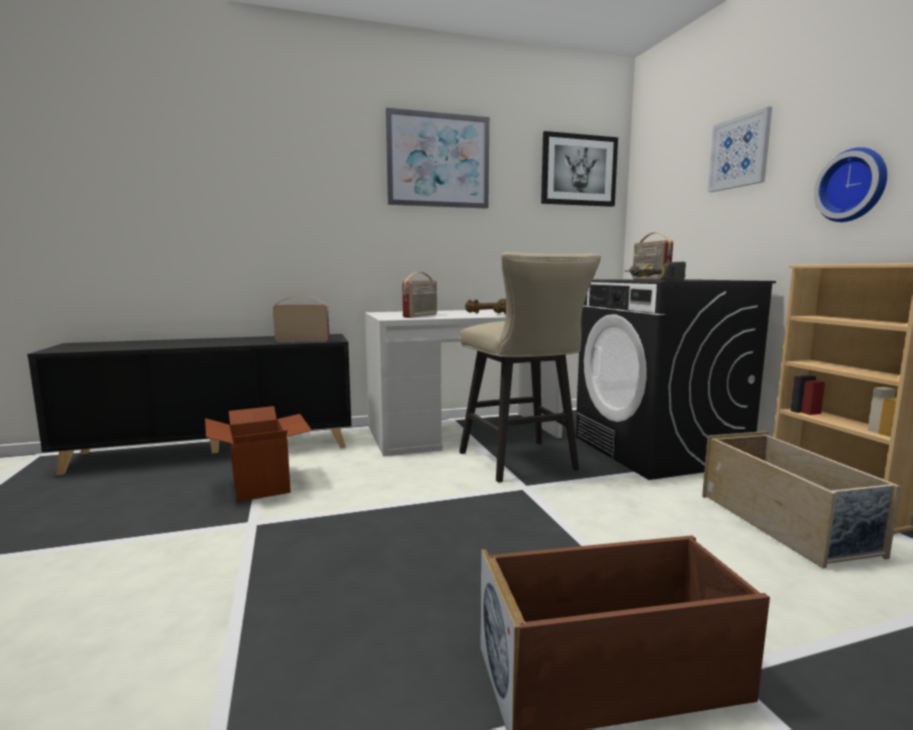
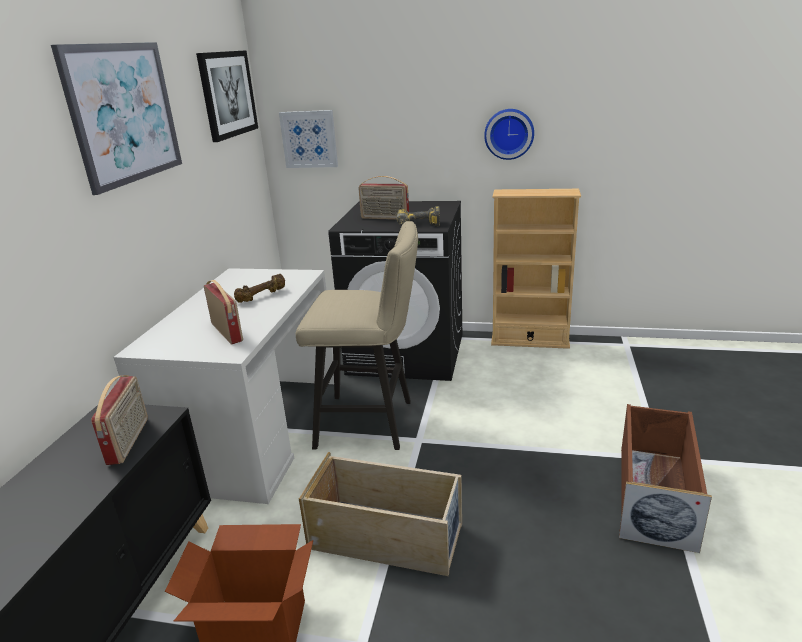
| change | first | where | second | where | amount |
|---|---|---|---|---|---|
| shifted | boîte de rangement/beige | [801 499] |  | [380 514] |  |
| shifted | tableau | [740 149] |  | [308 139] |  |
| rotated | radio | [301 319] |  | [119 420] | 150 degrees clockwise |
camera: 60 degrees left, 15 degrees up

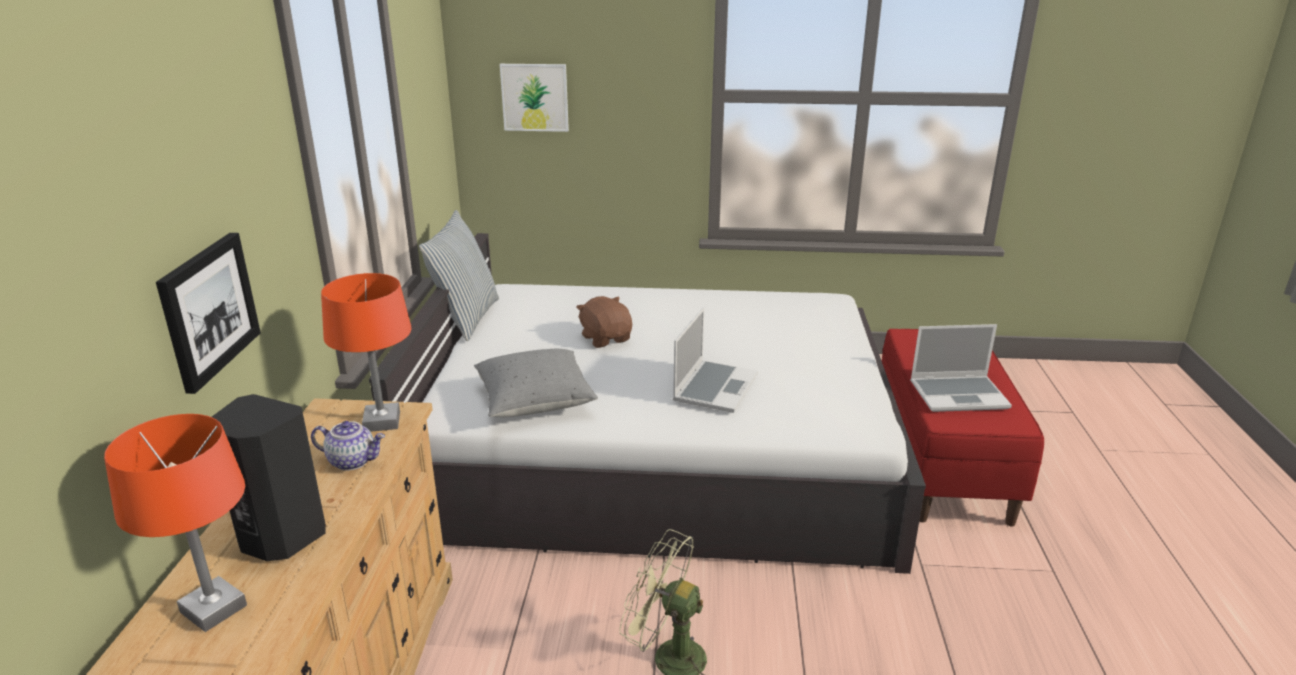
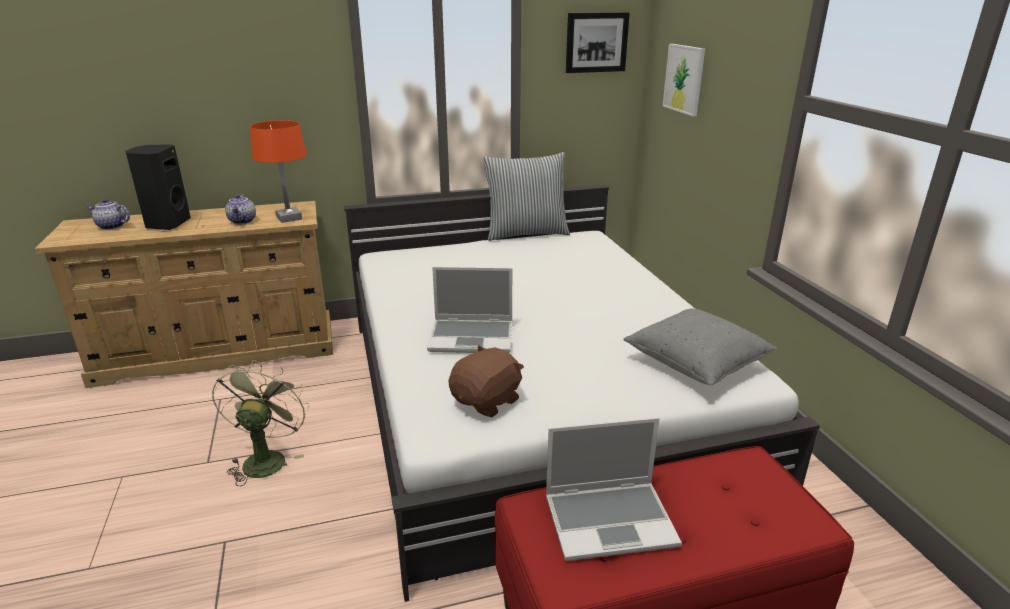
| change | first | where | second | where | amount |
|---|---|---|---|---|---|
| shifted | tableau | [208 313] |  | [598 42] |  |
| shifted | coussin/gris | [536 383] |  | [700 346] |  |
| shifted | peluche/marron | [604 322] |  | [486 381] |  |
| swapped | lampe de table/orange | [175 523] | théière | [107 214] |  |
| rotated | ordinateur portable | [961 368] |  | [614 489] | 75 degrees counterclockwise |
camera: 70 degrees right, 0 degrees up

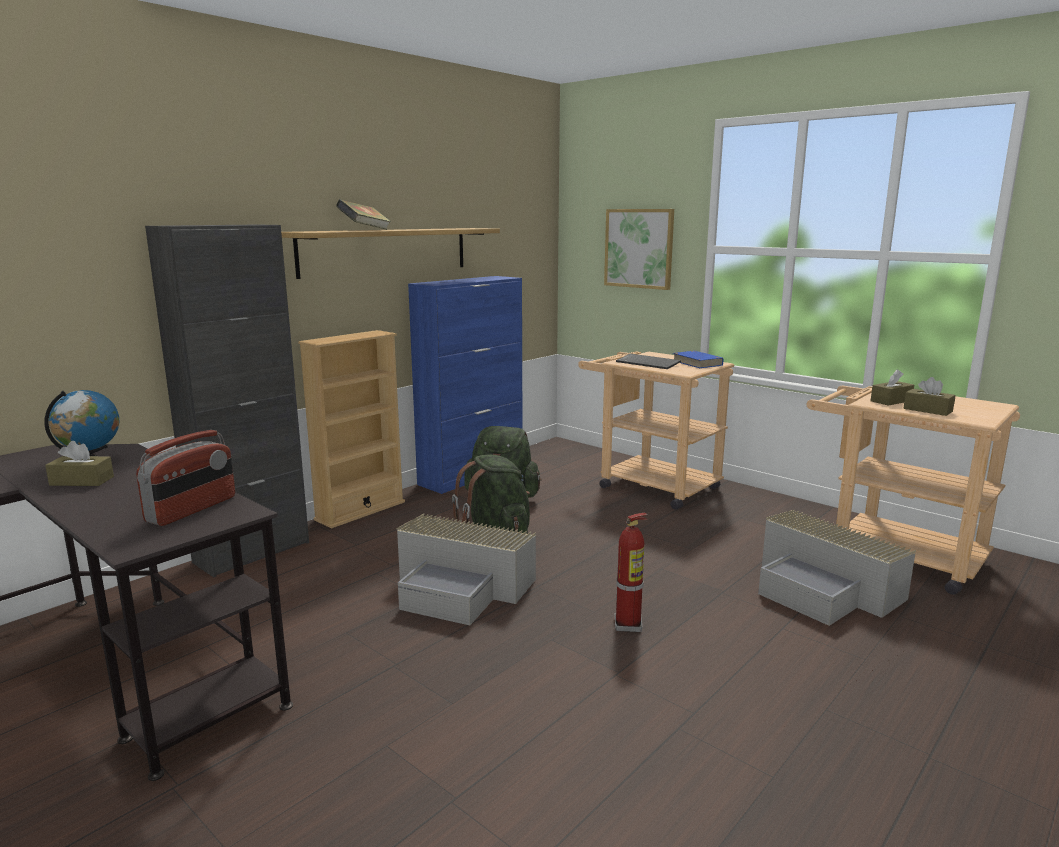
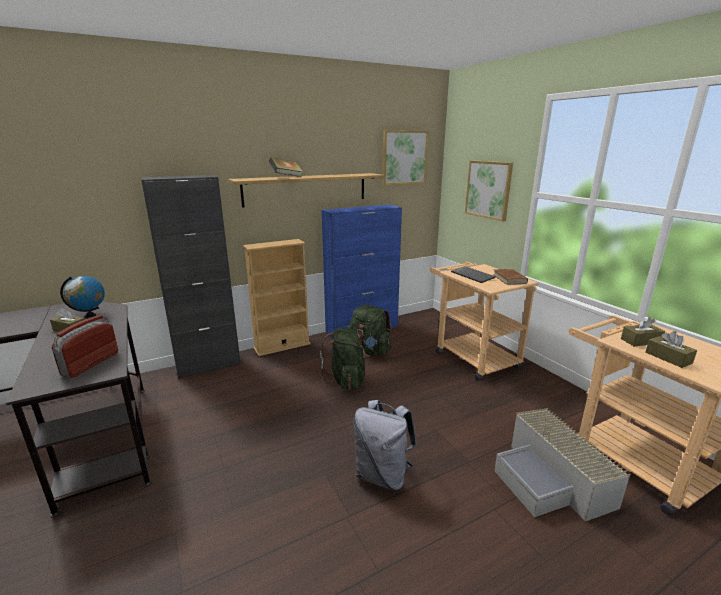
| change | first | where | second | where | amount |
|---|---|---|---|---|---|
| gone | boîte de rangement/gris | [466 569] |  |  |  |
| new |  |  | tableau | [405 157] |  |
| swapped | extincteur | [631 572] | sac à dos/gris | [384 445] |  |
| repainted | livre/bleu | [698 359] | livre/marron | [511 277] |  |
| rotated | radio | [185 478] |  | [85 346] | 150 degrees clockwise |
camera: 20 degrees right, 5 degrees up

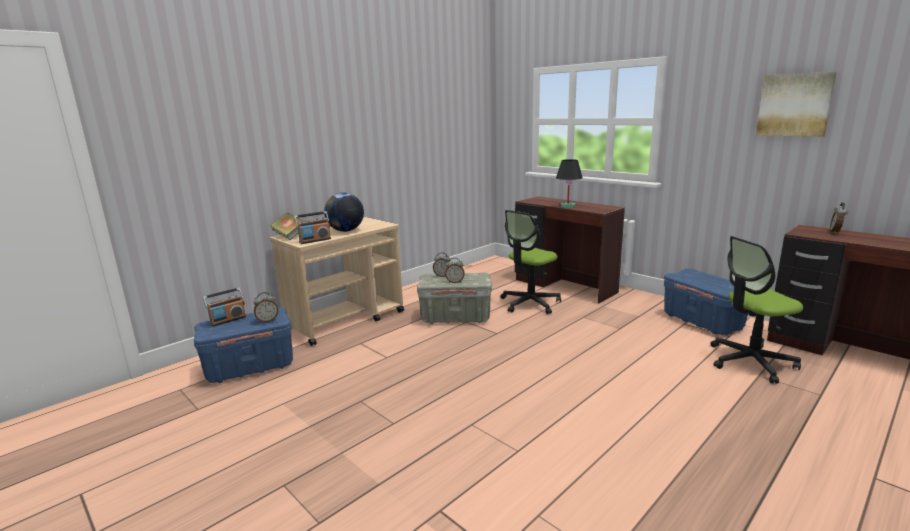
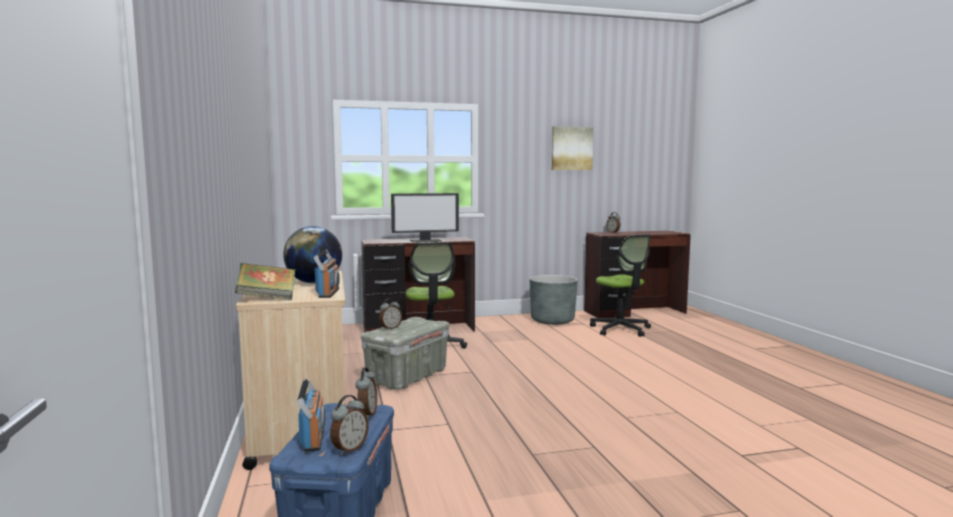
| change | first | where | second | where | amount |
|---|---|---|---|---|---|
| shifted | réveil | [455 270] |  | [349 425] |  |
| swapped | lampe de table/noir | [569 183] | écran d'ordinateur | [425 217] |  |
| swapped | boîte de rangement/bleu | [706 301] | cache-pot/gris | [554 300] |  |
| rotated | chaise de bureau | [756 310] |  | [620 286] | 45 degrees counterclockwise |
camera: 60 degrees left, 10 degrees down

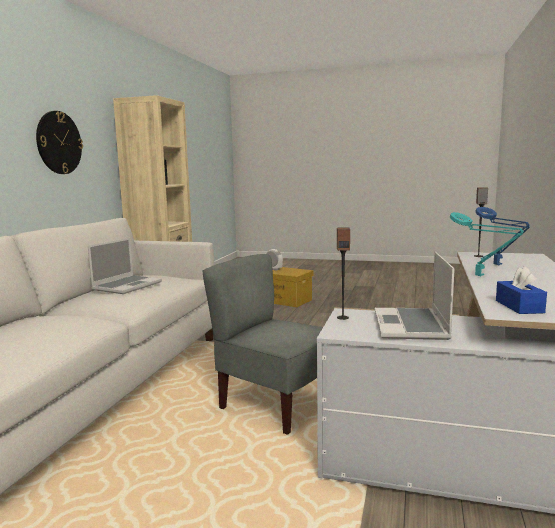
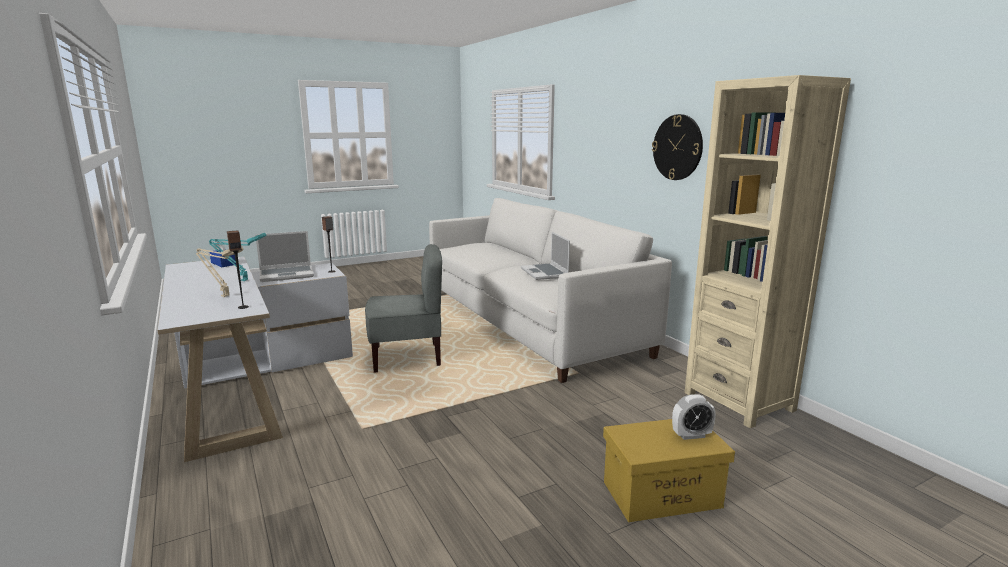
| change | first | where | second | where | amount |
|---|---|---|---|---|---|
| repainted | lampe de table/bleu | [502 236] | lampe de table/beige | [220 271] |  |
| rotated | ordinateur portable | [415 296] |  | [284 256] | 105 degrees clockwise |
camera: 135 degrees right, 5 degrees up

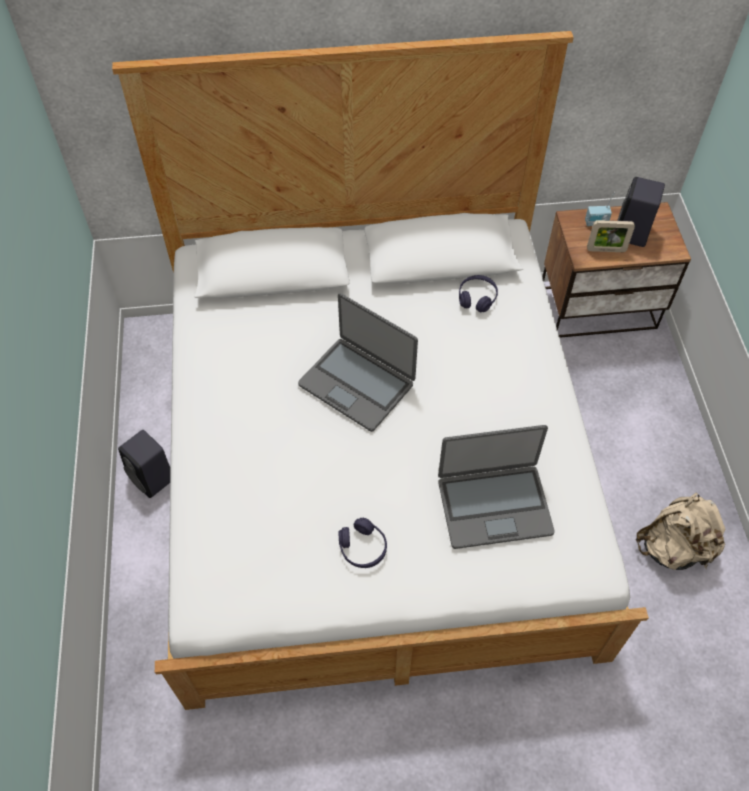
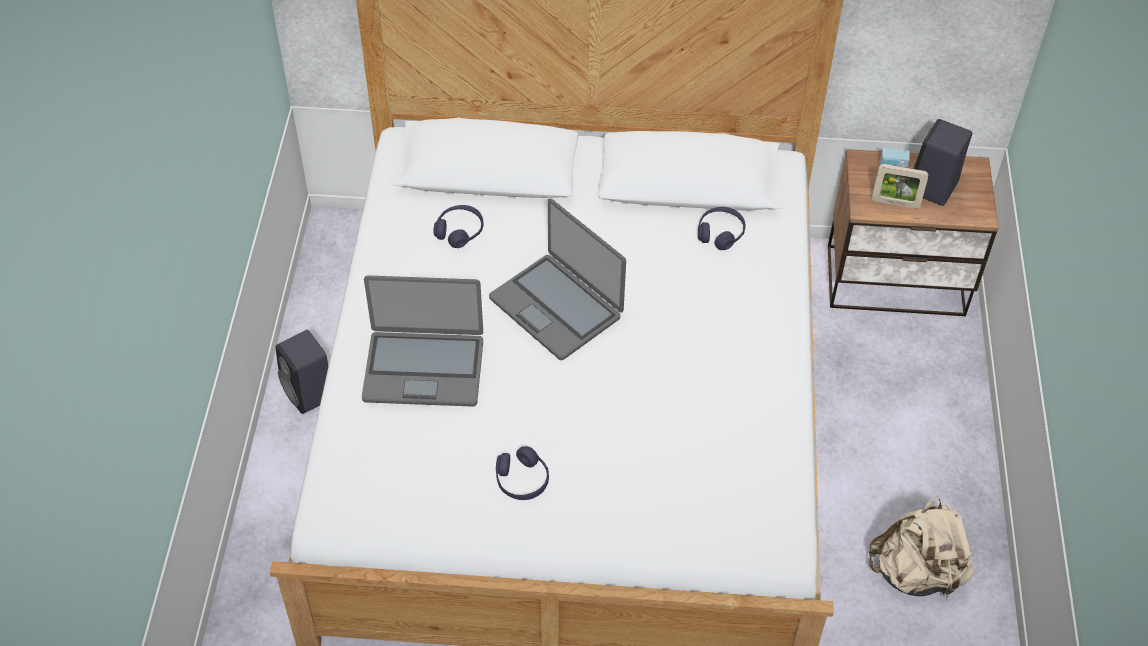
| change | first | where | second | where | amount |
|---|---|---|---|---|---|
| new |  |  | casque audio/violet | [458 226] |  |
| shifted | ordinateur portable | [496 487] |  | [422 341] |  |
camera: 10 degrees right, 5 degrees down

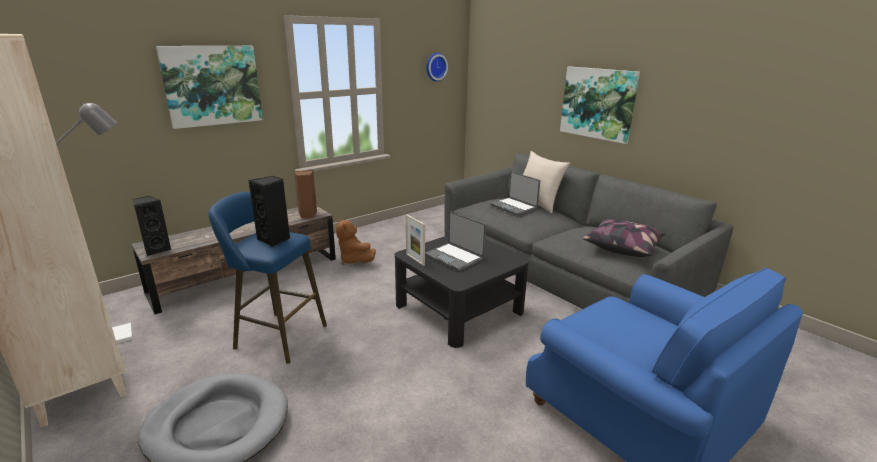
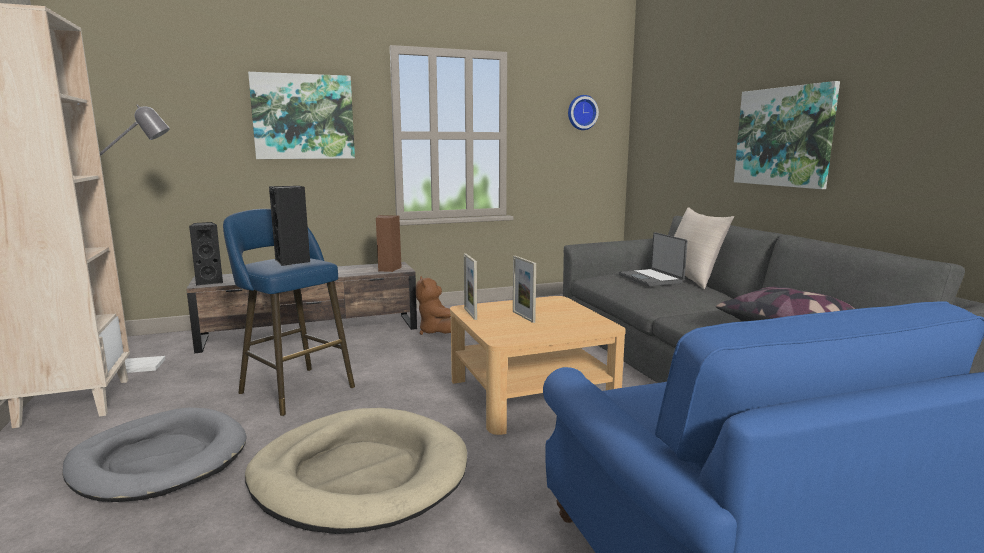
| change | first | where | second | where | amount |
|---|---|---|---|---|---|
| new |  |  | panier pour chien/beige | [356 471] |  |
| swapped | ordinateur portable | [455 241] | cadre photo | [524 289] |  |
| repainted | table basse/noir | [462 291] | table basse/beige | [538 365] |  |
camera: 20 degrees right, 10 degrees down

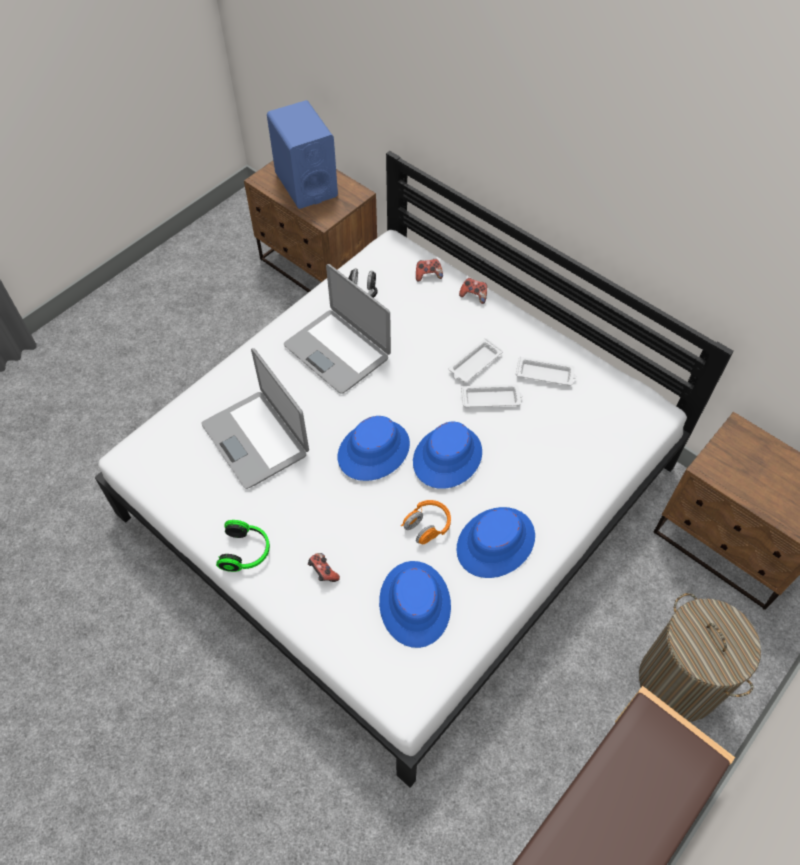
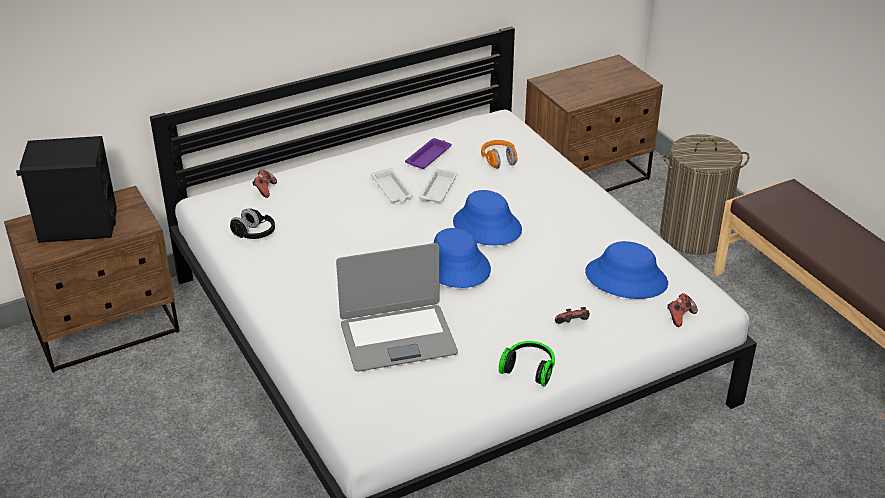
| change | first | where | second | where | amount |
|---|---|---|---|---|---|
| gone | ordinateur portable | [337 329] |  |  |  |
| gone | chapeau/bleu | [495 542] |  |  |  |
| shifted | casque audio/orange | [426 522] |  | [499 154] |  |
| shifted | manette | [473 291] |  | [682 310] |  |
| repainted | enceinte/bleu | [302 154] | enceinte/noir | [66 189] |  |
| repainted | plateau/blanc | [546 371] | plateau/violet | [428 153] |  |
camera: 70 degrees left, 20 degrees down

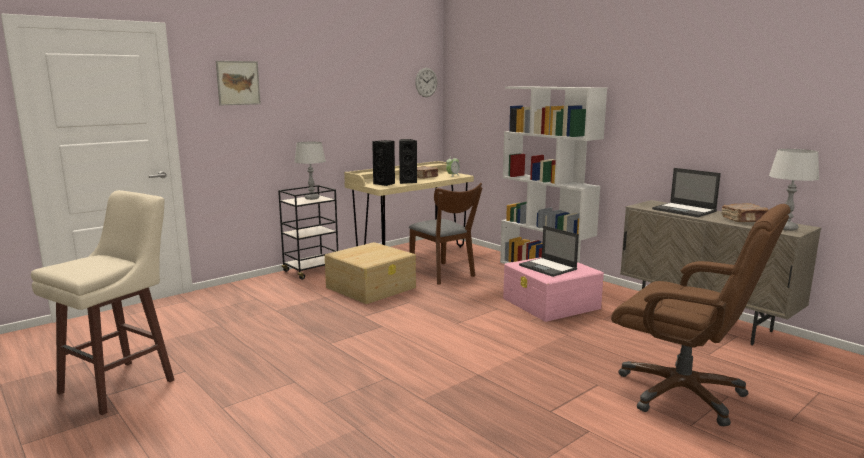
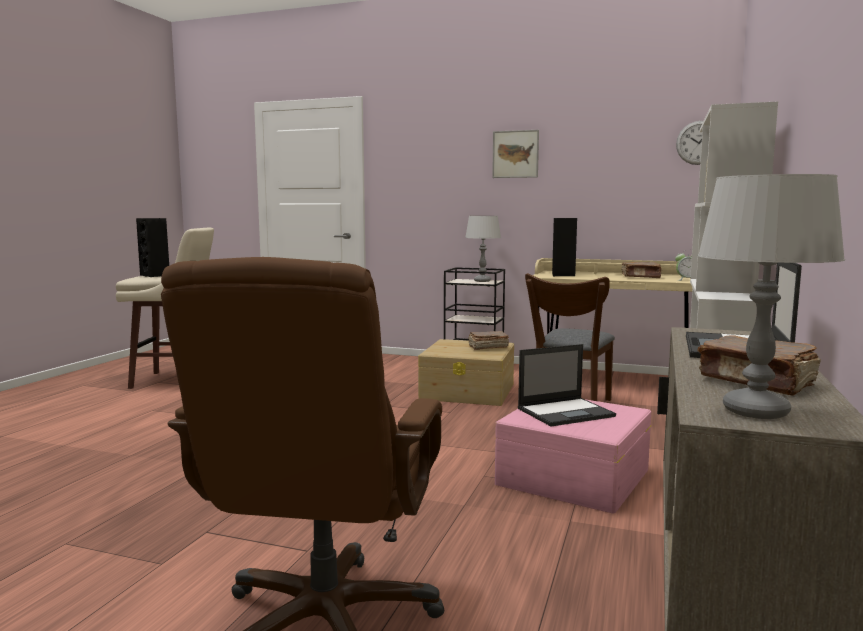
| change | first | where | second | where | amount |
|---|---|---|---|---|---|
| new |  |  | livre/marron | [488 340] |  |
| shifted | tableau | [238 83] |  | [515 154] |  |
| shifted | enceinte/noir | [408 161] |  | [152 247] |  |
| rotated | ordinateur portable | [549 251] |  | [567 385] | 135 degrees counterclockwise |
camera: 60 degrees right, 5 degrees down

